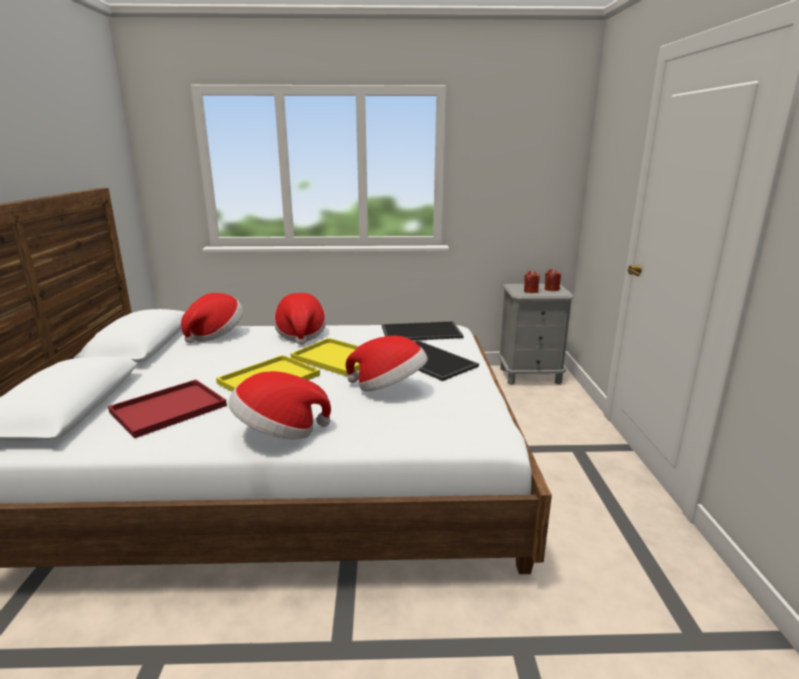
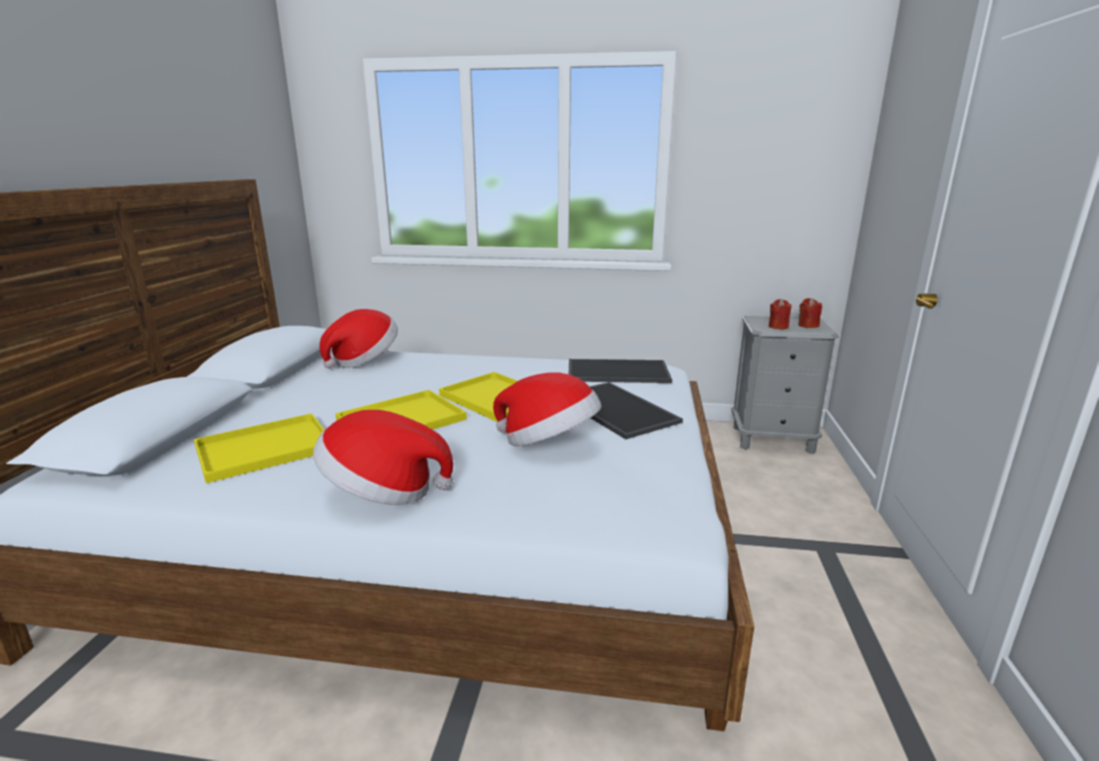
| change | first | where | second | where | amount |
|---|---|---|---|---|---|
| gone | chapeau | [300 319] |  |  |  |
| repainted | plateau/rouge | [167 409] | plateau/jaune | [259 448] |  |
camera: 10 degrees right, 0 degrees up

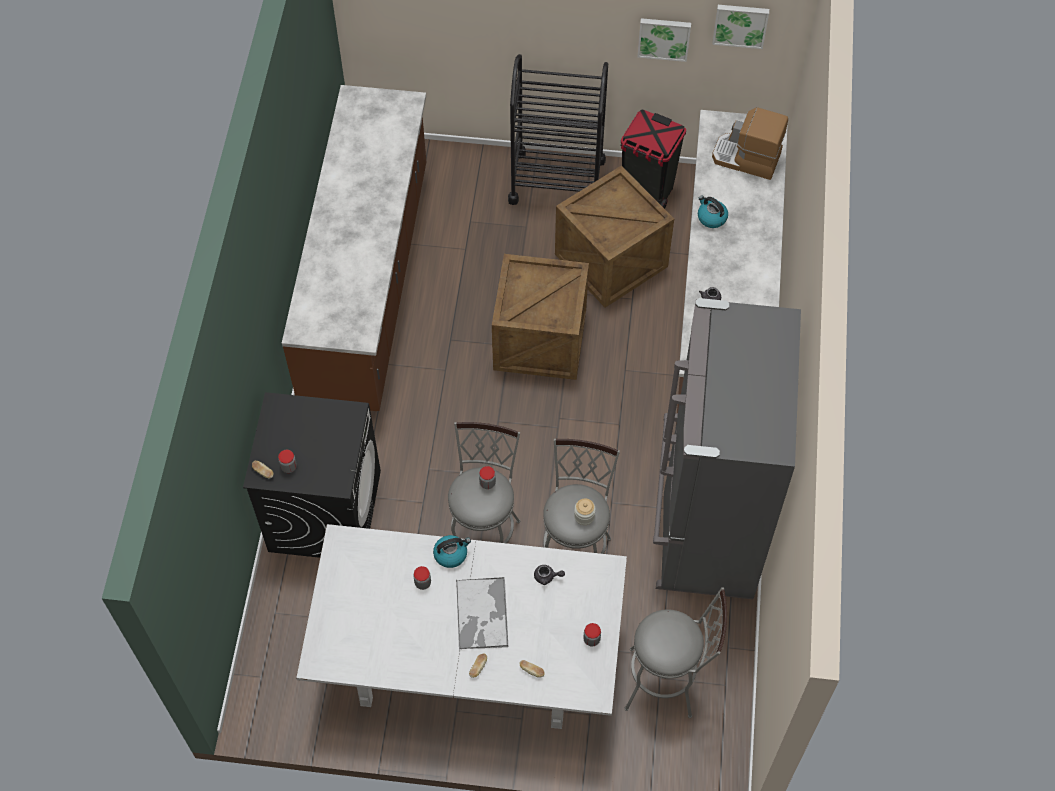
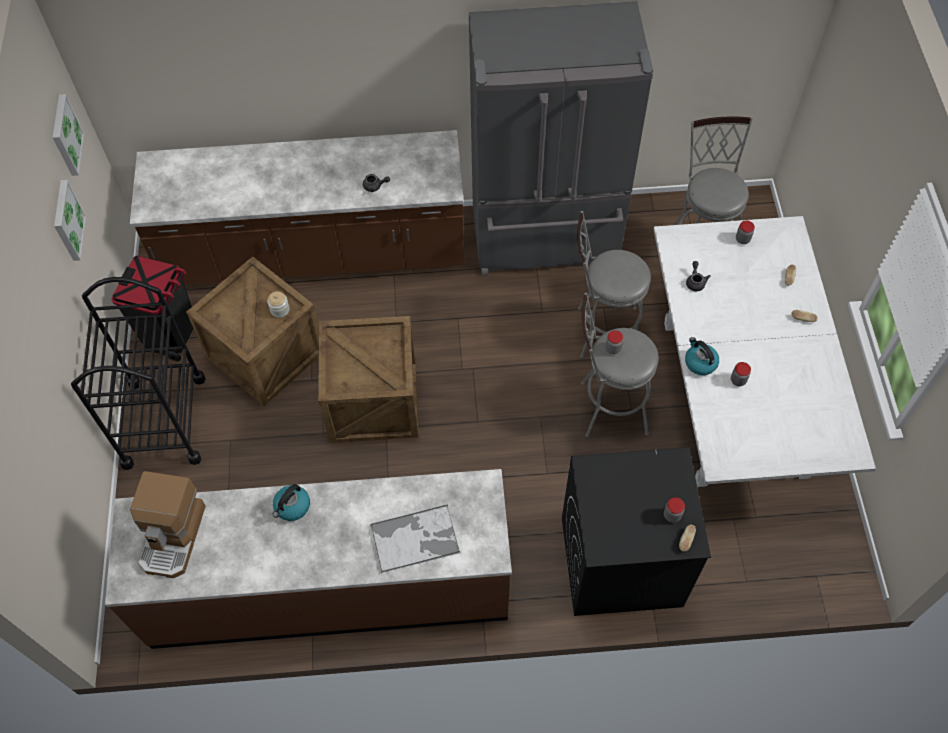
| change | first | where | second | where | amount |
|---|---|---|---|---|---|
| shifted | plateau | [482 613] |  | [415 538] |  |
| shifted | bocal | [584 511] |  | [278 304] |  |
| shifted | bouilloire | [713 212] |  | [291 502] |  |
| shifted | machine à café | [750 143] |  | [168 524] |  |
camera: 100 degrees left, 0 degrees up

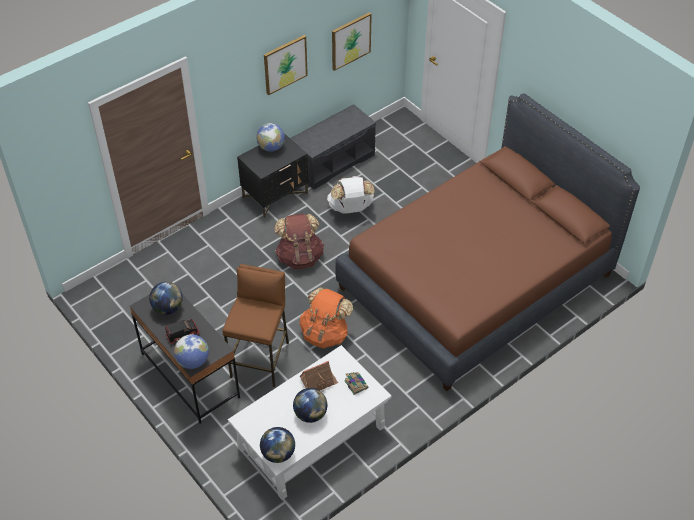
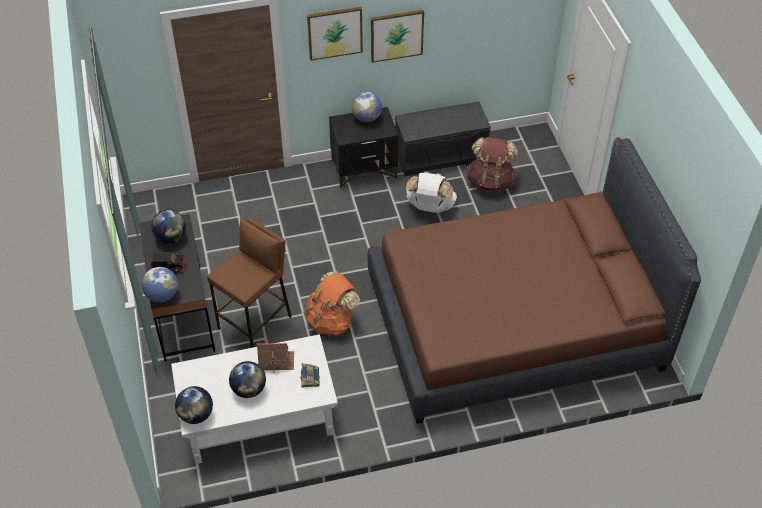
| change | first | where | second | where | amount |
|---|---|---|---|---|---|
| shifted | sac à dos/marron | [299 241] |  | [492 165] |  |
| shifted | tableau | [352 41] |  | [335 34] |  |
camera: 25 degrees right, 0 degrees up

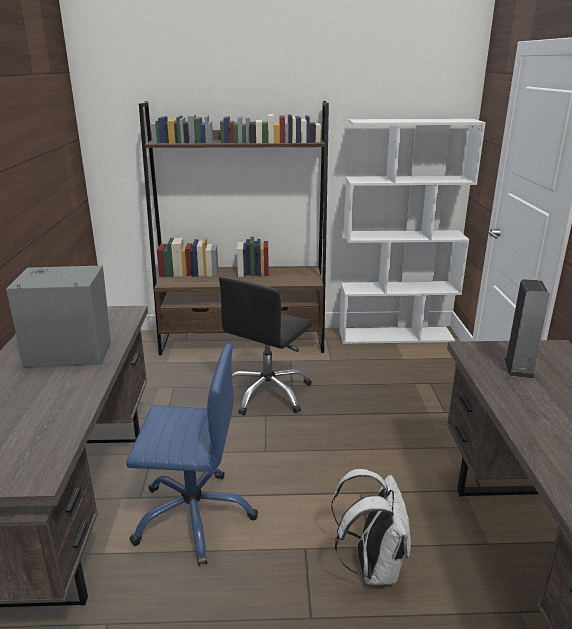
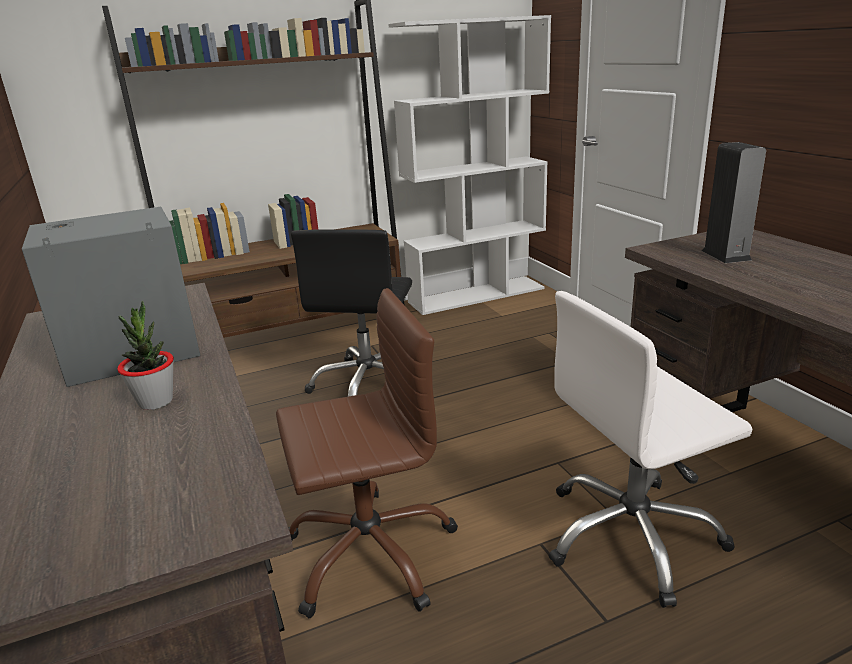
| change | first | where | second | where | amount |
|---|---|---|---|---|---|
| new |  |  | plante en pot | [145 355] |  |
| swapped | sac à dos/blanc | [371 527] | chaise de bureau/blanc | [651 449] |  |
| repainted | chaise de bureau/bleu | [192 454] | chaise de bureau/marron | [367 453] |  |
camera: 20 degrees left, 0 degrees up

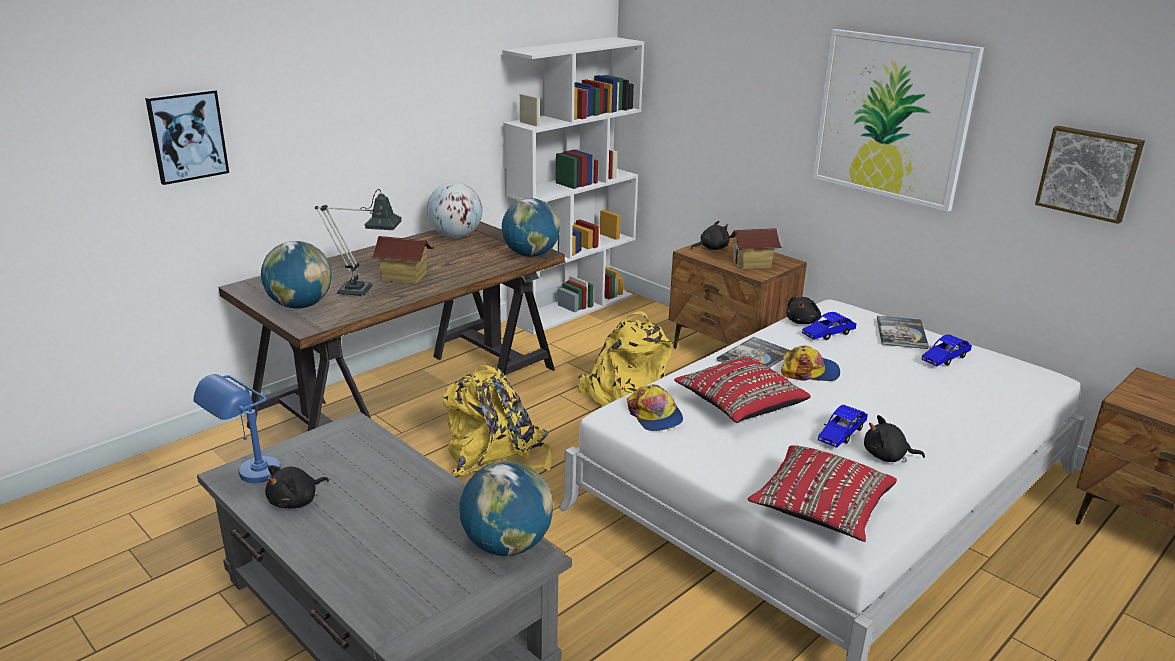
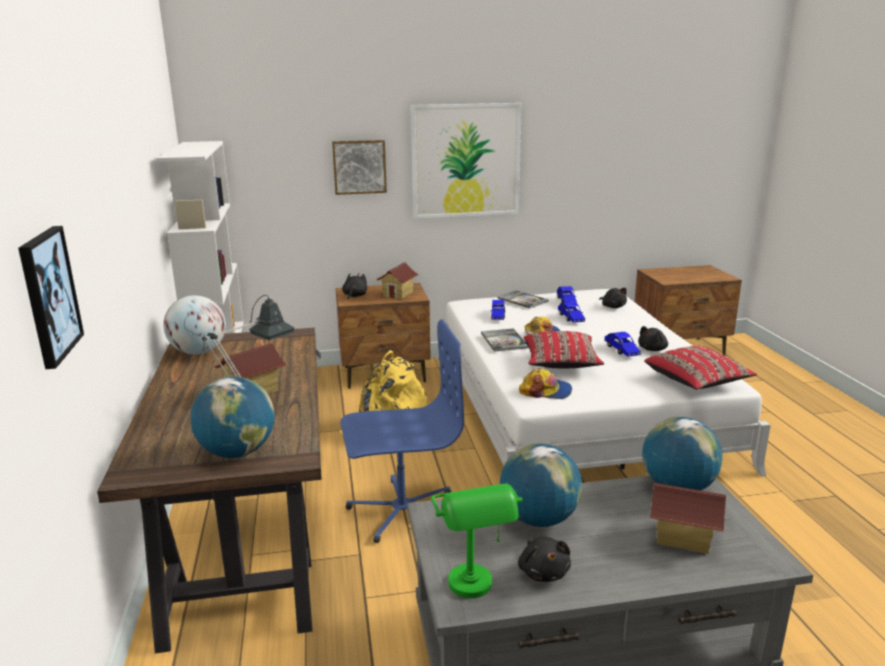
| change | first | where | second | where | amount |
|---|---|---|---|---|---|
| new |  |  | petite voiture/bleu | [571 312] |  |
| new |  |  | maison miniature | [688 518] |  |
| shifted | globe | [531 227] |  | [541 485] |  |
| shifted | peluche/noir | [803 310] |  | [613 298] |  |
| shifted | tableau | [1090 175] |  | [359 167] |  |
| swapped | sac à dos/jaune | [497 420] | chaise de bureau/bleu | [402 431] |  |
| repainted | lampe de table/bleu | [237 428] | lampe de table/vert | [477 540] |  |
camera: 55 degrees left, 5 degrees down

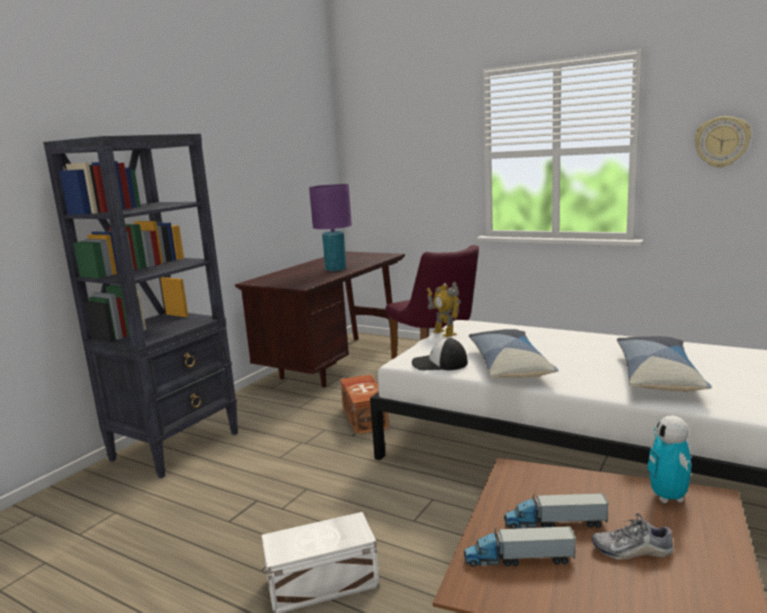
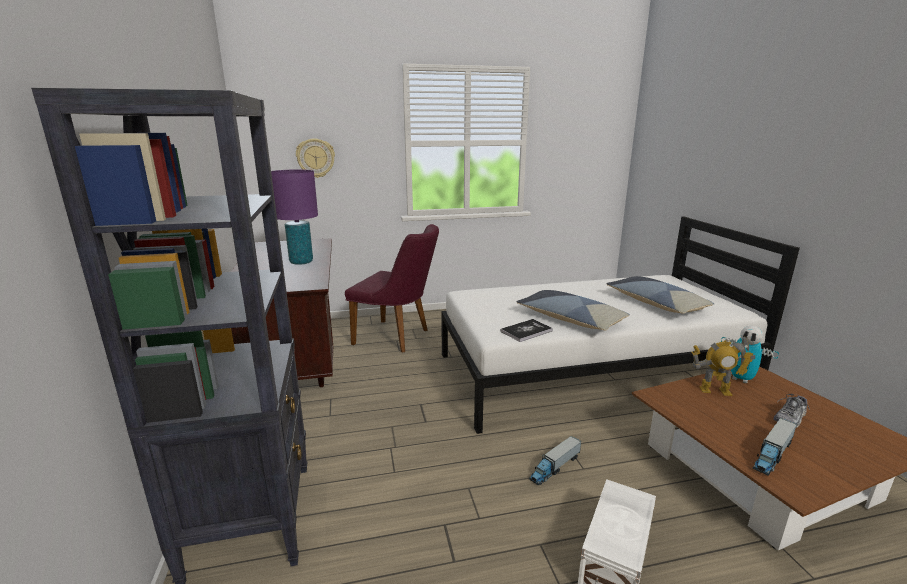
| change | first | where | second | where | amount |
|---|---|---|---|---|---|
| gone | boîte de rangement/marron | [364 404] |  |  |  |
| shifted | robot jouet | [444 309] |  | [723 366] |  |
| shifted | camion jouet | [556 511] |  | [555 460] |  |
| shifted | horloge murale | [722 142] |  | [315 158] |  |
| swapped | casquette | [440 354] | livre | [527 330] |  |
camera: 45 degrees left, 5 degrees up

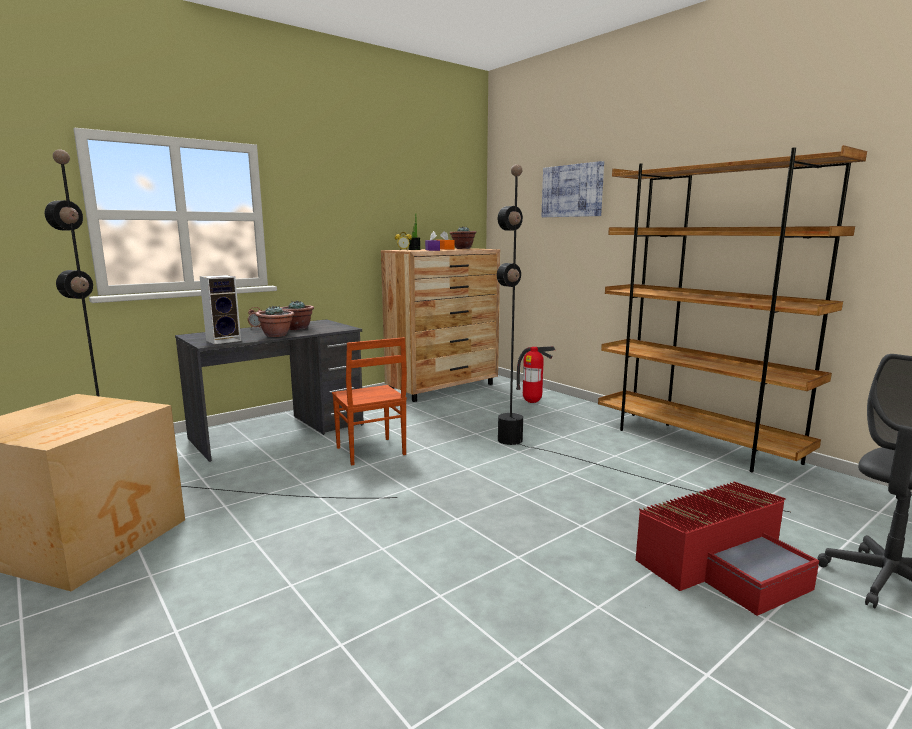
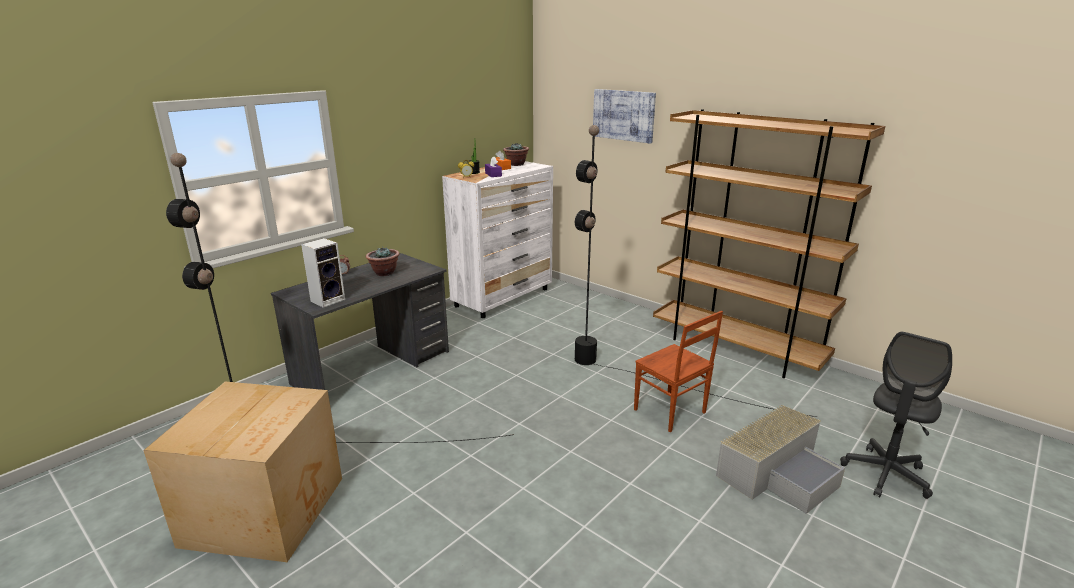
| change | first | where | second | where | amount |
|---|---|---|---|---|---|
| gone | plante en pot | [274 321] |  |  |  |
| gone | extincteur | [535 374] |  |  |  |
| shifted | chaise/marron | [369 401] |  | [678 371] |  |
| repainted | commode/marron | [440 325] | commode/blanc | [497 239] |  |
| repainted | boîte de rangement/rouge | [727 548] | boîte de rangement/gris | [780 459] |  |
camera: 10 degrees left, 10 degrees up

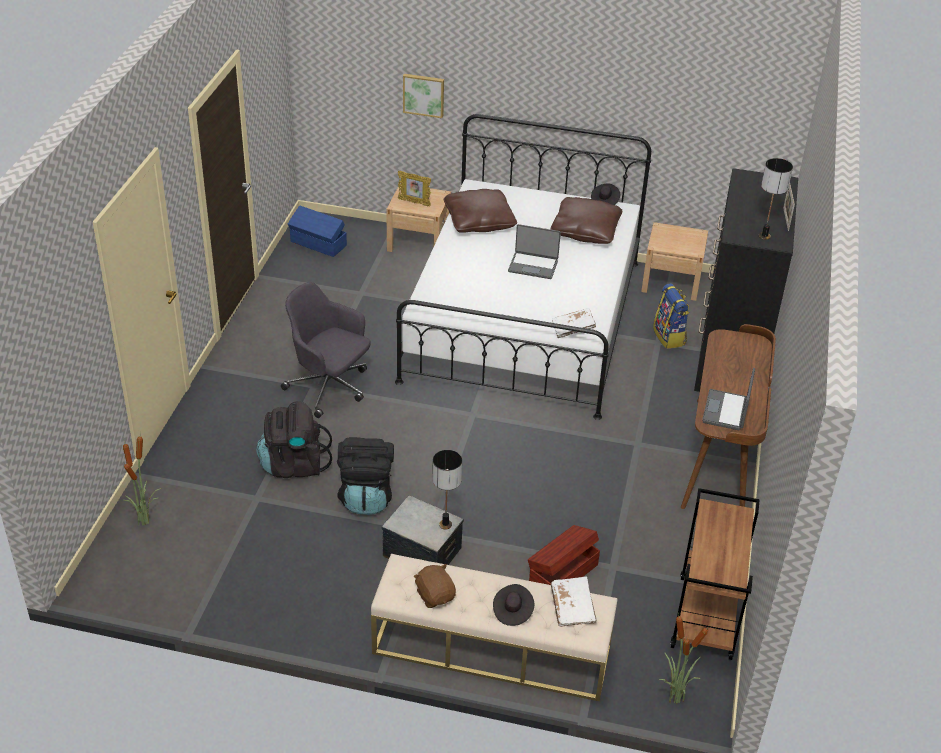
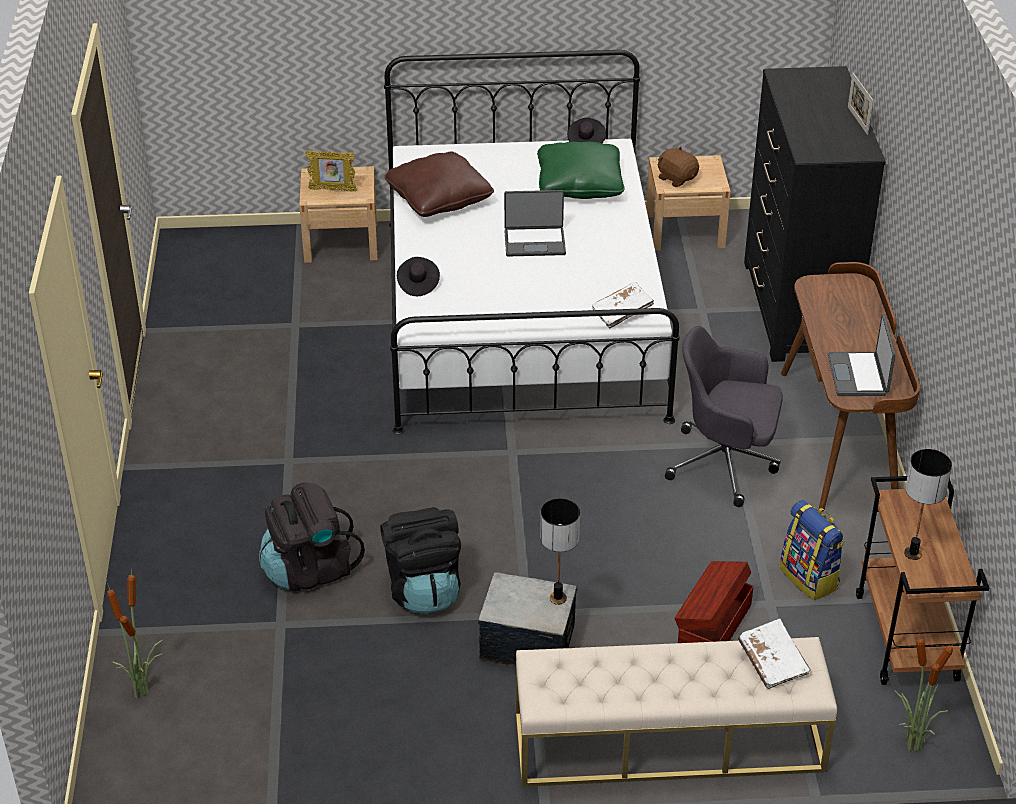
| change | first | where | second | where | amount |
|---|---|---|---|---|---|
| gone | boîte de rangement/bleu | [317 231] |  |  |  |
| gone | tableau | [423 96] |  |  |  |
| shifted | chaise de bureau/gris | [326 350] |  | [724 416] |  |
| shifted | peluche/marron | [434 586] |  | [678 167] |  |
| shifted | chapeau/noir | [513 605] |  | [418 276] |  |
| shifted | sac à dos | [671 316] |  | [812 550] |  |
| shifted | lampe de table | [776 199] |  | [928 504] |  |
| repainted | coussin/marron | [586 220] | coussin/vert | [581 170] |  |
camera: 15 degrees left, 0 degrees up

